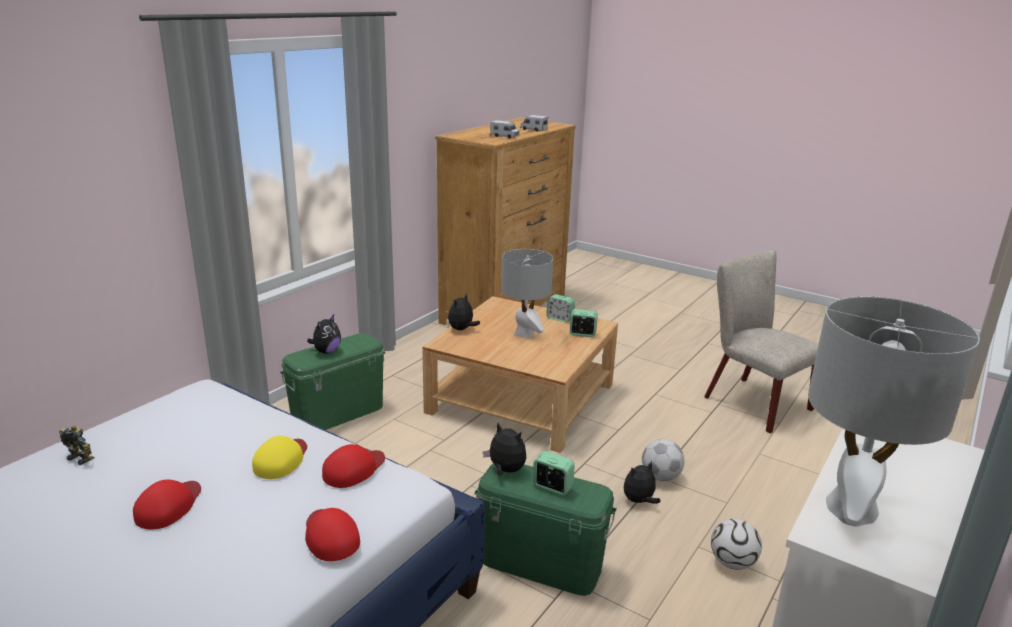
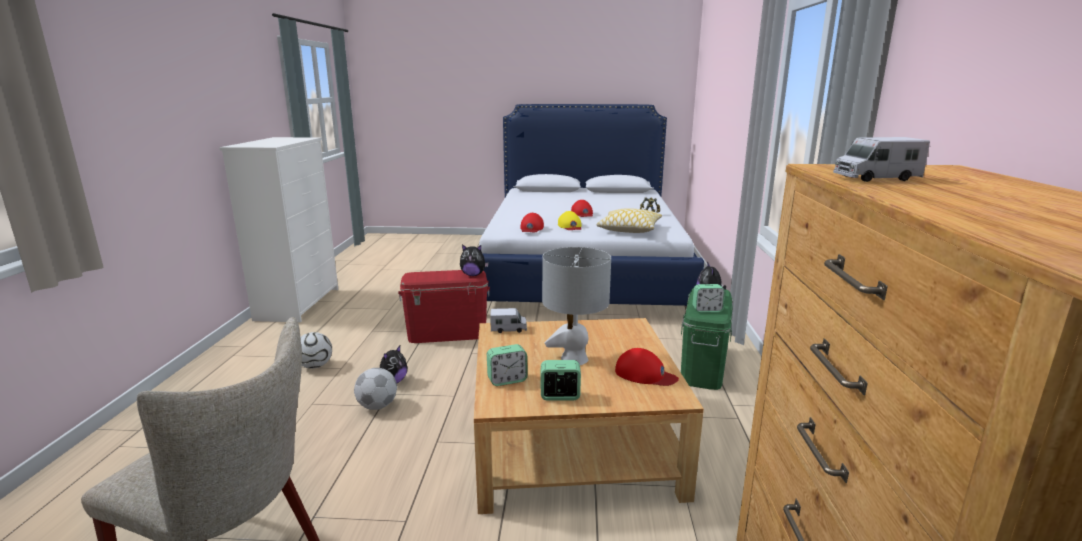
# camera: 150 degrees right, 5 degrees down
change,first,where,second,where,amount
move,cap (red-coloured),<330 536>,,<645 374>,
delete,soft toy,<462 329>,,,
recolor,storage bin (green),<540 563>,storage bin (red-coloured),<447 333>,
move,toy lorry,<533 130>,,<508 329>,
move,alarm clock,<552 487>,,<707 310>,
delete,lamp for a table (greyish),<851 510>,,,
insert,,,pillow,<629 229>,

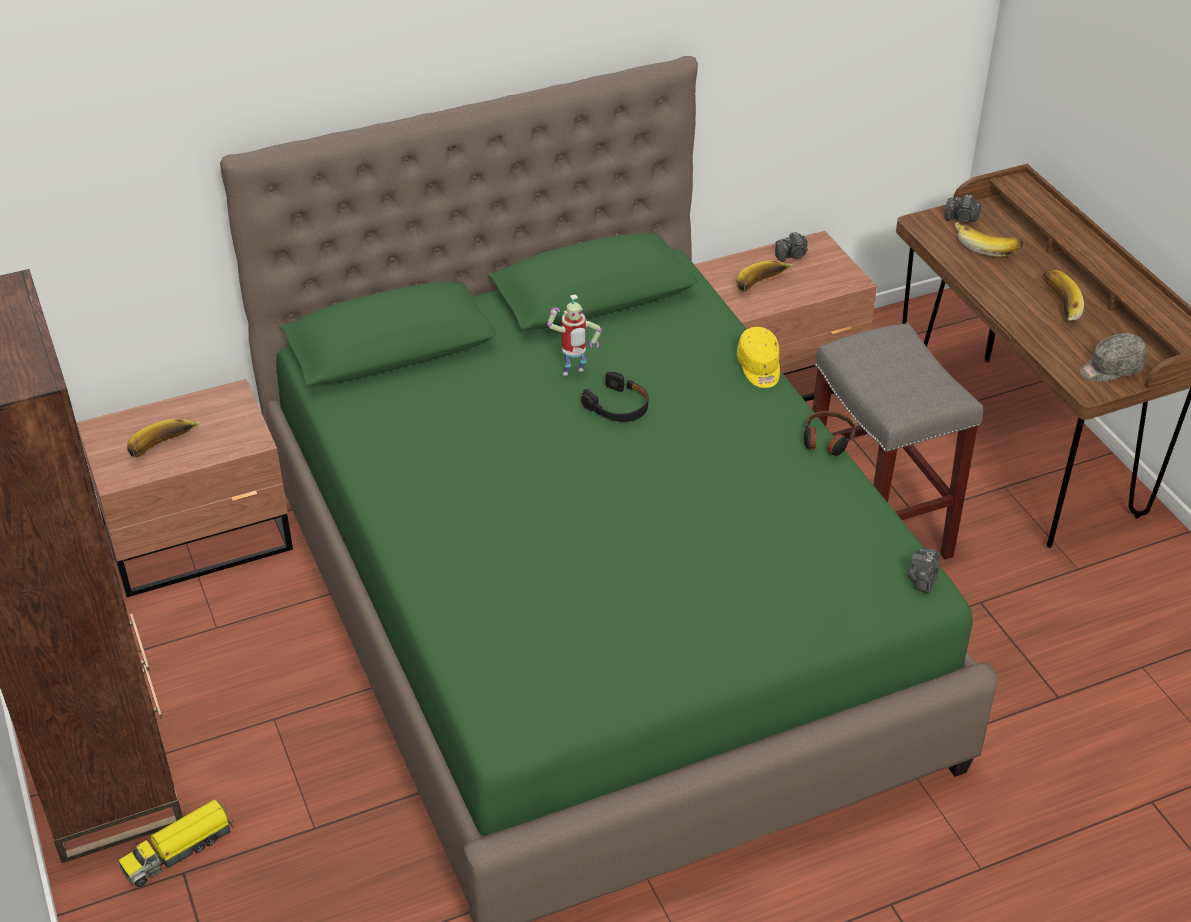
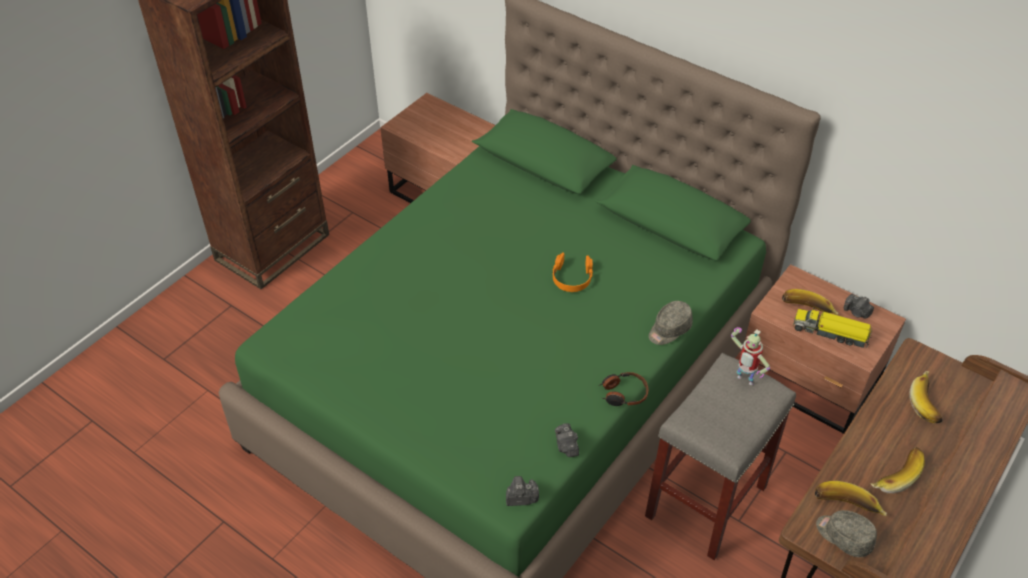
# camera: 60 degrees right, 5 degrees up
change,first,where,second,where,amount
move,toy lorry,<179 850>,,<831 333>,
move,whole banana,<165 447>,,<846 507>,
move,robot figure,<573 374>,,<743 381>,
recolor,pair of headphones (black),<618 406>,pair of headphones (orange-coloured),<572 278>,
recolor,cap (yellow),<759 368>,cap (greyish),<669 330>,
move,still camera,<962 219>,,<566 446>,

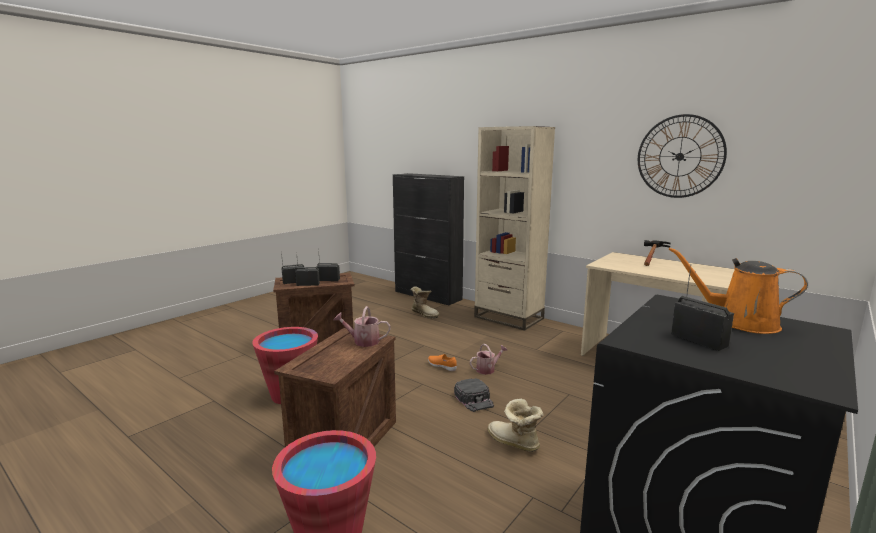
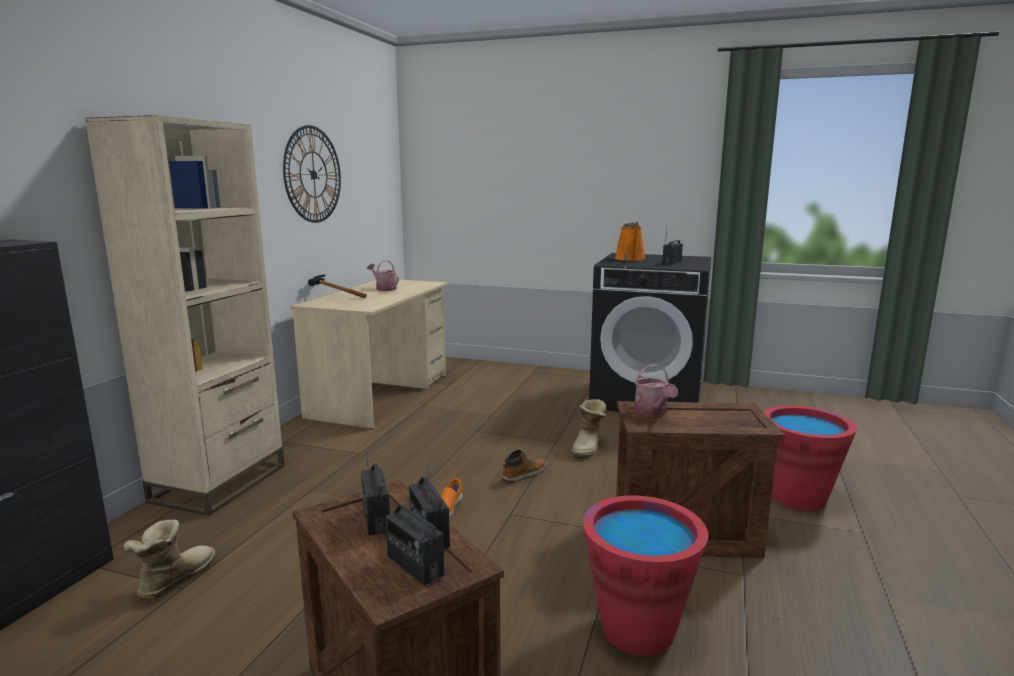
# camera: 110 degrees left, 0 degrees up
change,first,where,second,where,amount
replace,cap (black),<474 399>,tall boot,<524 474>,
move,watering can,<487 369>,,<384 289>,

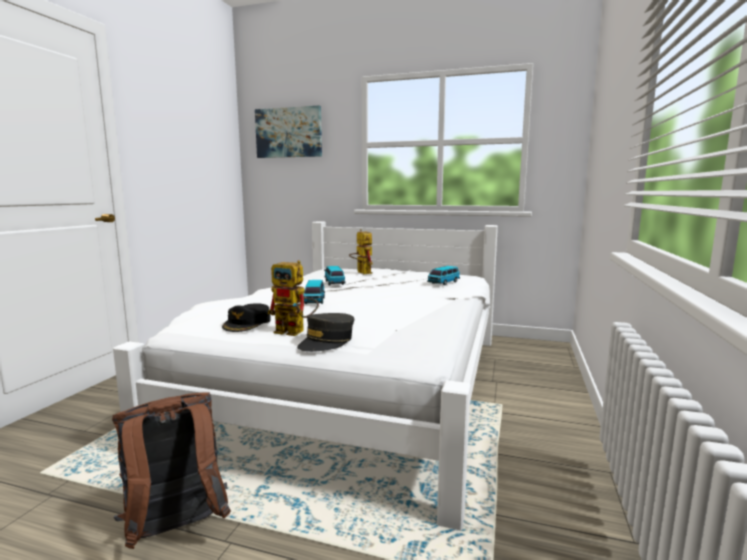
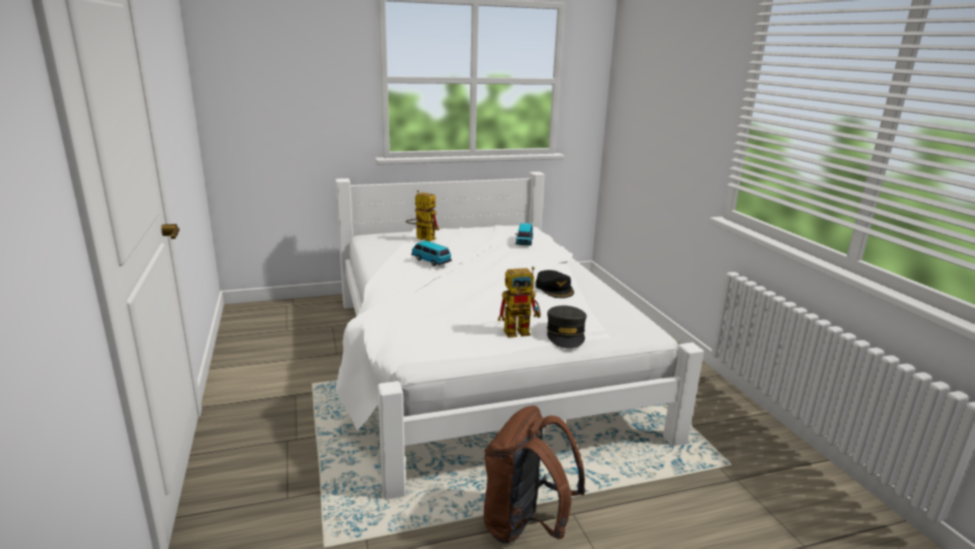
# camera: 35 degrees left, 10 degrees up
change,first,where,second,where,amount
move,cap (black),<247 323>,,<554 288>,
delete,wall picture,<289 132>,,,
delete,miniature car,<314 301>,,,

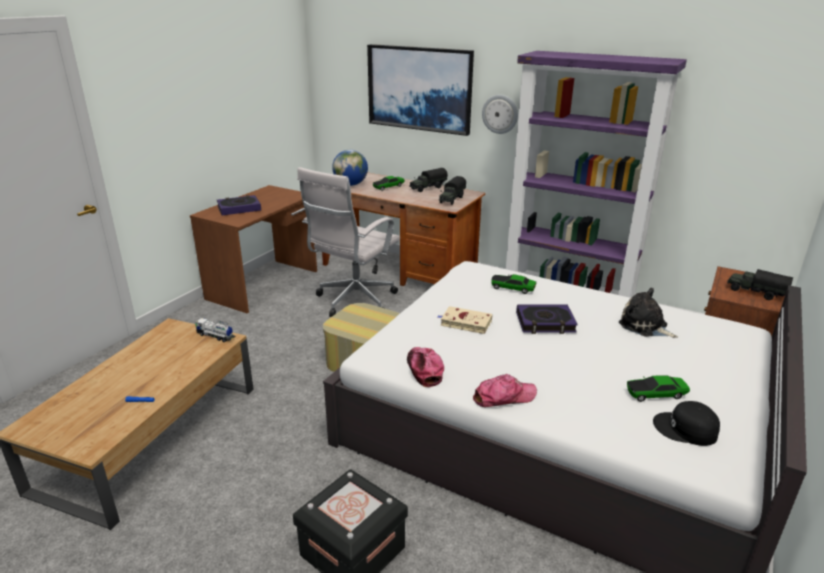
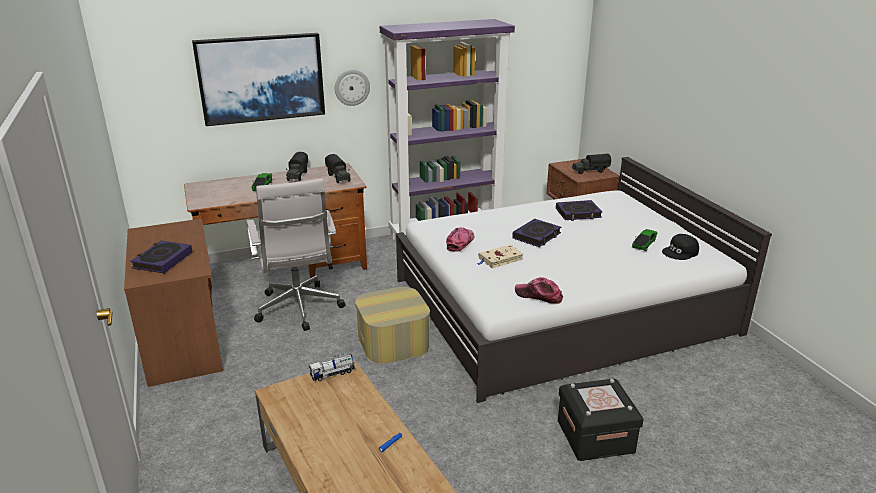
# camera: 50 degrees left, 0 degrees up
change,first,where,second,where,amount
delete,world globe,<350 184>,,,
move,cap,<503 397>,,<460 243>,
delete,miniature car,<512 288>,,,
replace,soft toy,<645 326>,book,<578 213>,

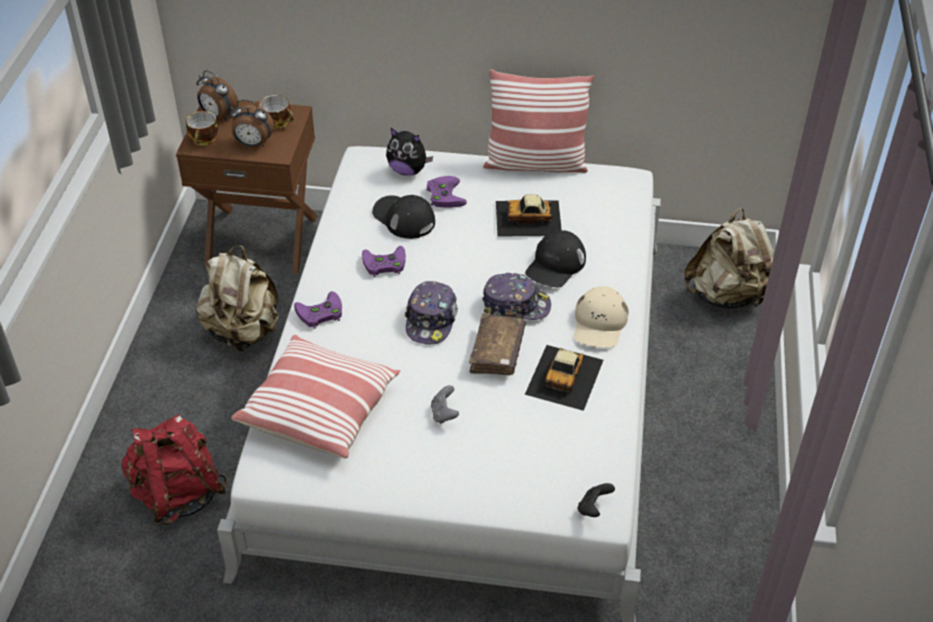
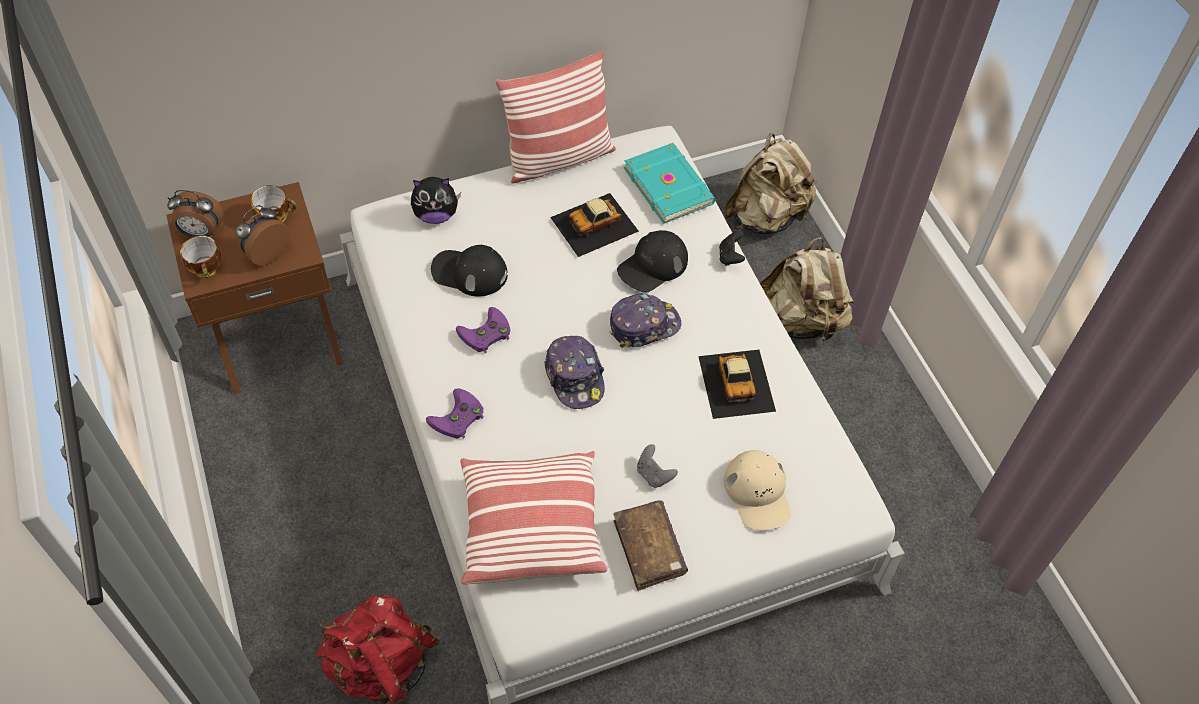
# camera: 30 degrees left, 10 degrees up
change,first,where,second,where,amount
move,rucksack (beige-coloured),<243 332>,,<801 321>,
rotate,alarm clock,<253 144>,,<266 253>,150 degrees clockwise
delete,gamepad (purplish),<443 194>,,,
move,book (brownish),<497 352>,,<649 549>,
rotate,cap (black),<555 265>,,<653 265>,45 degrees clockwise
move,cap (beige-coloured),<599 323>,,<758 493>,
move,gamepad (black),<593 508>,,<730 257>,
insert,,,book (turquoise-coloured),<669 185>,

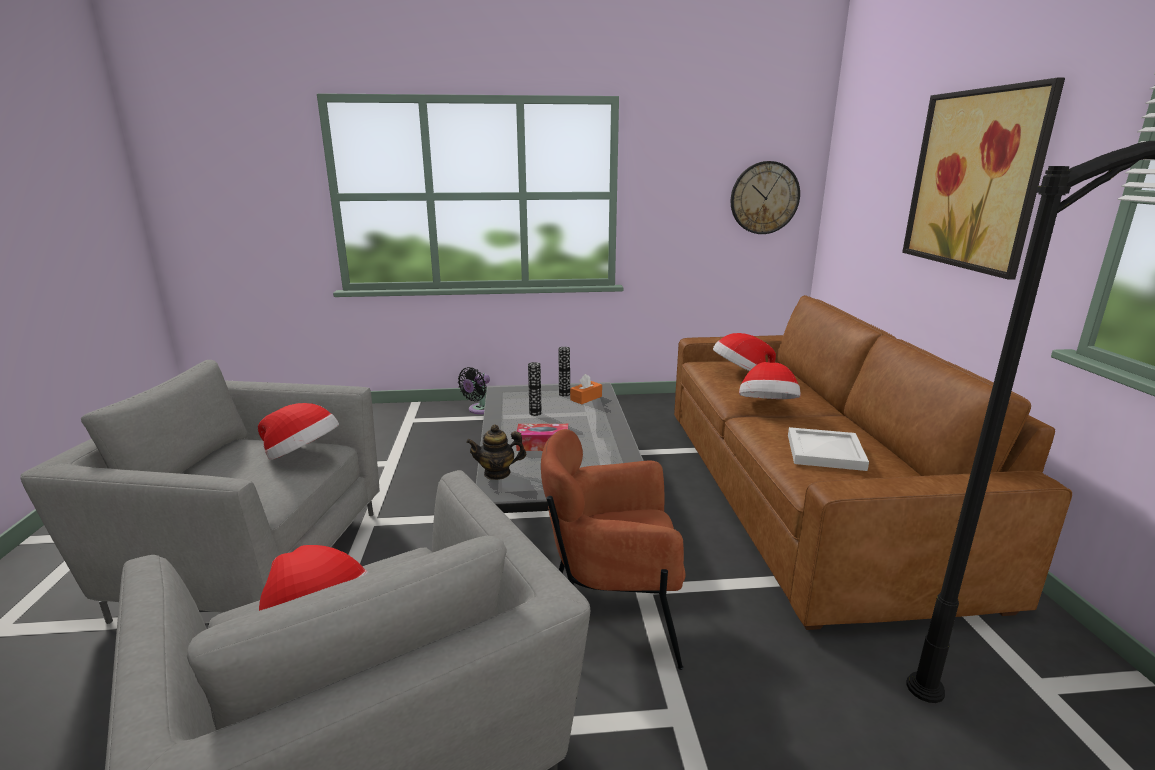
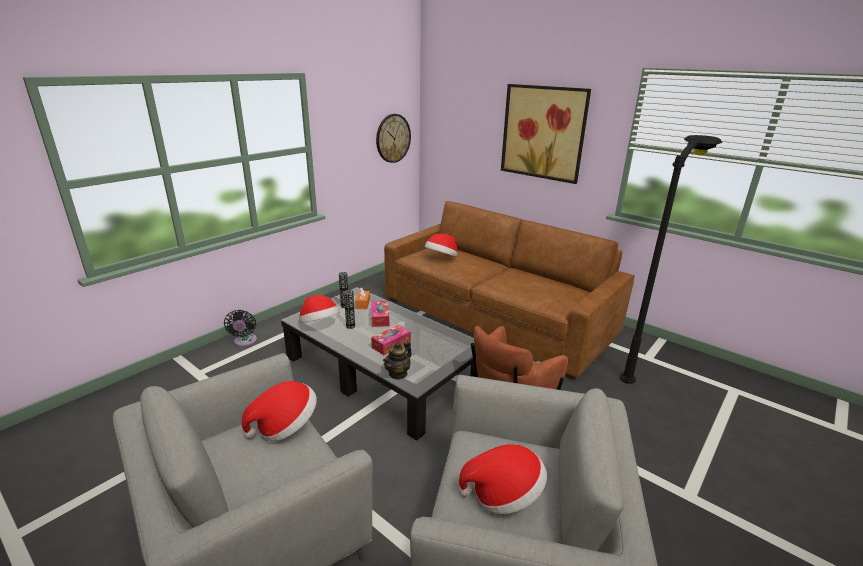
# camera: 45 degrees left, 5 degrees up
change,first,where,second,where,amount
move,hat,<767 407>,,<320 324>,
delete,serving tray (white-coloured),<826 451>,,,
insert,,,box of tissues,<380 318>,

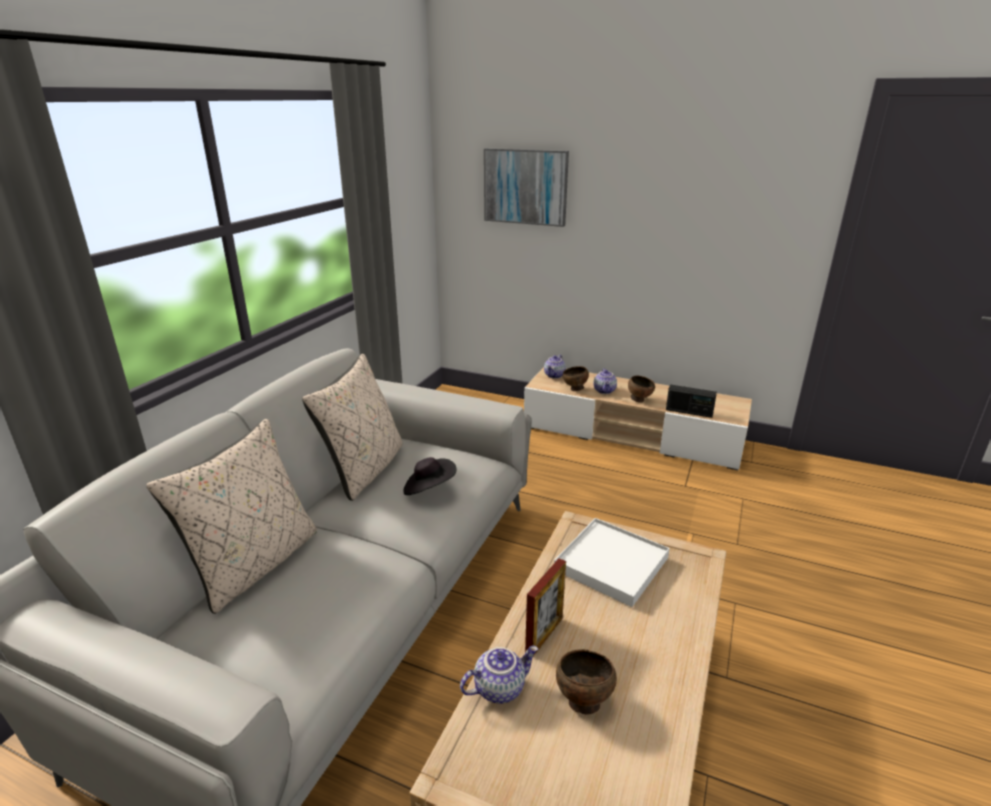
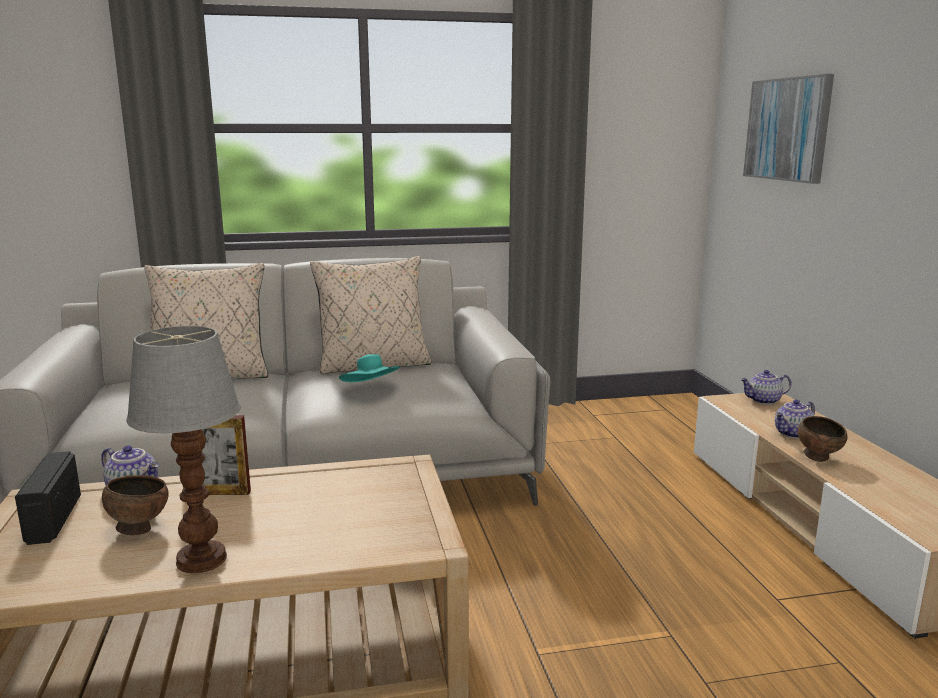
# camera: 55 degrees right, 10 degrees down
change,first,where,second,where,amount
recolor,hat (black),<429 489>,hat (turquoise-coloured),<371 389>,
delete,serving tray (white-coloured),<611 564>,,,
delete,bowl (brownish),<575 389>,,,
move,radio set,<689 412>,,<53 519>,
insert,,,lamp for a table,<199 559>,

